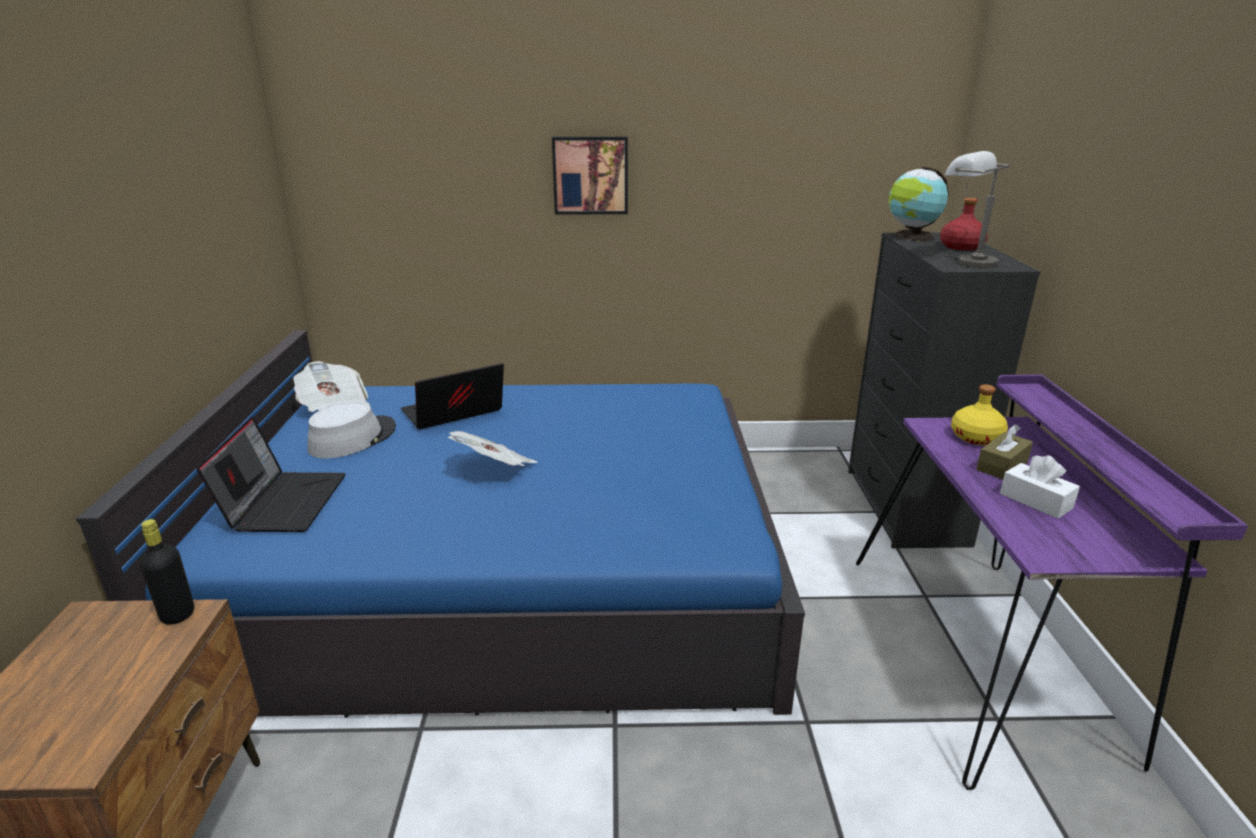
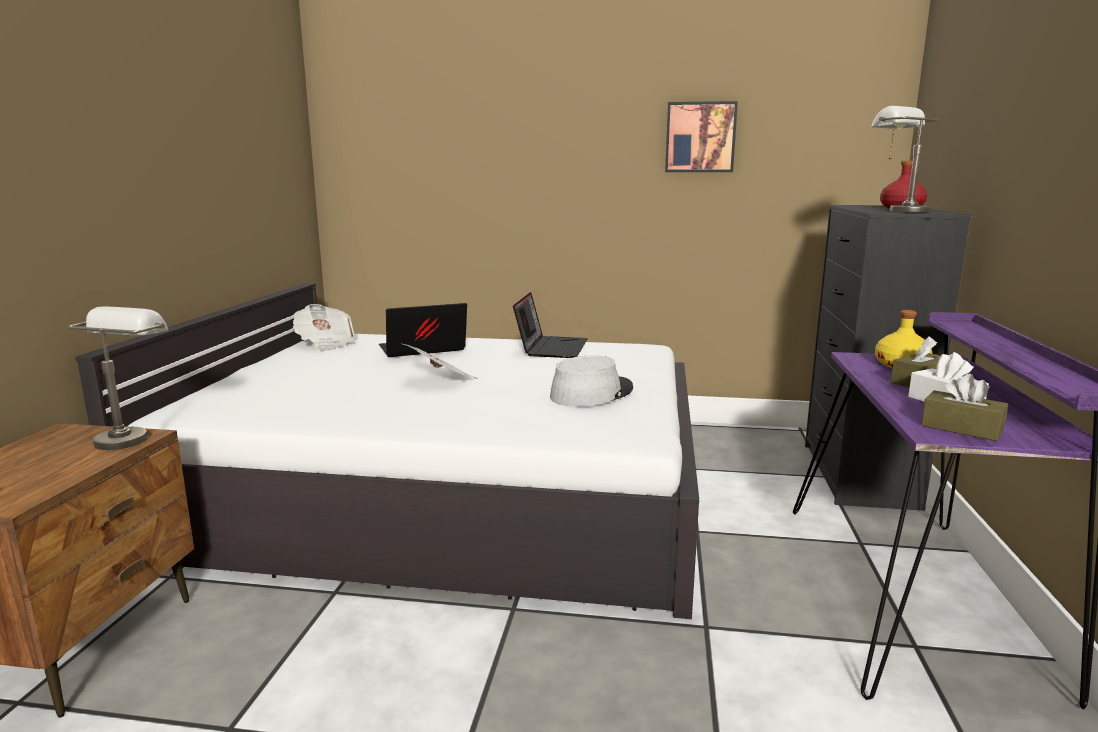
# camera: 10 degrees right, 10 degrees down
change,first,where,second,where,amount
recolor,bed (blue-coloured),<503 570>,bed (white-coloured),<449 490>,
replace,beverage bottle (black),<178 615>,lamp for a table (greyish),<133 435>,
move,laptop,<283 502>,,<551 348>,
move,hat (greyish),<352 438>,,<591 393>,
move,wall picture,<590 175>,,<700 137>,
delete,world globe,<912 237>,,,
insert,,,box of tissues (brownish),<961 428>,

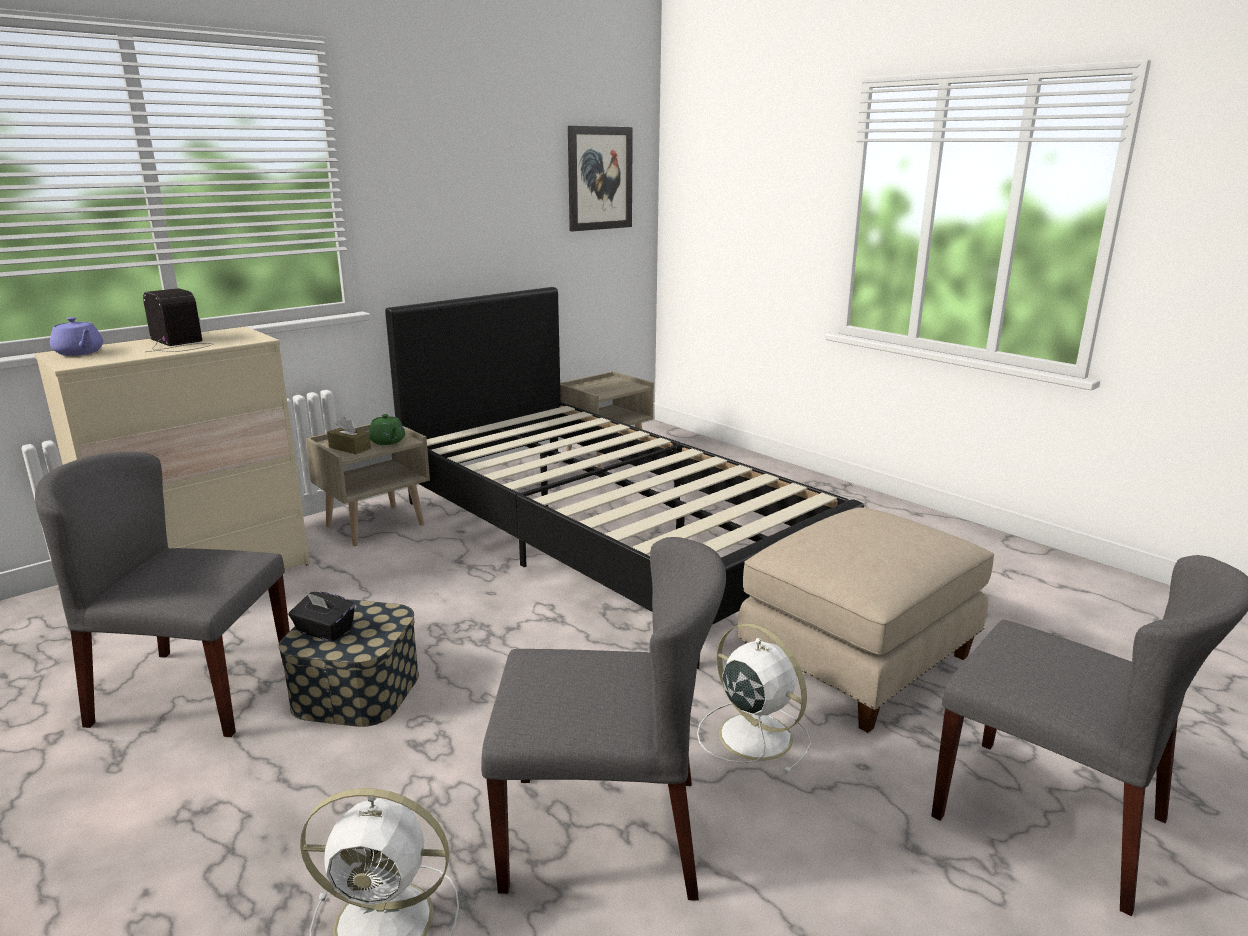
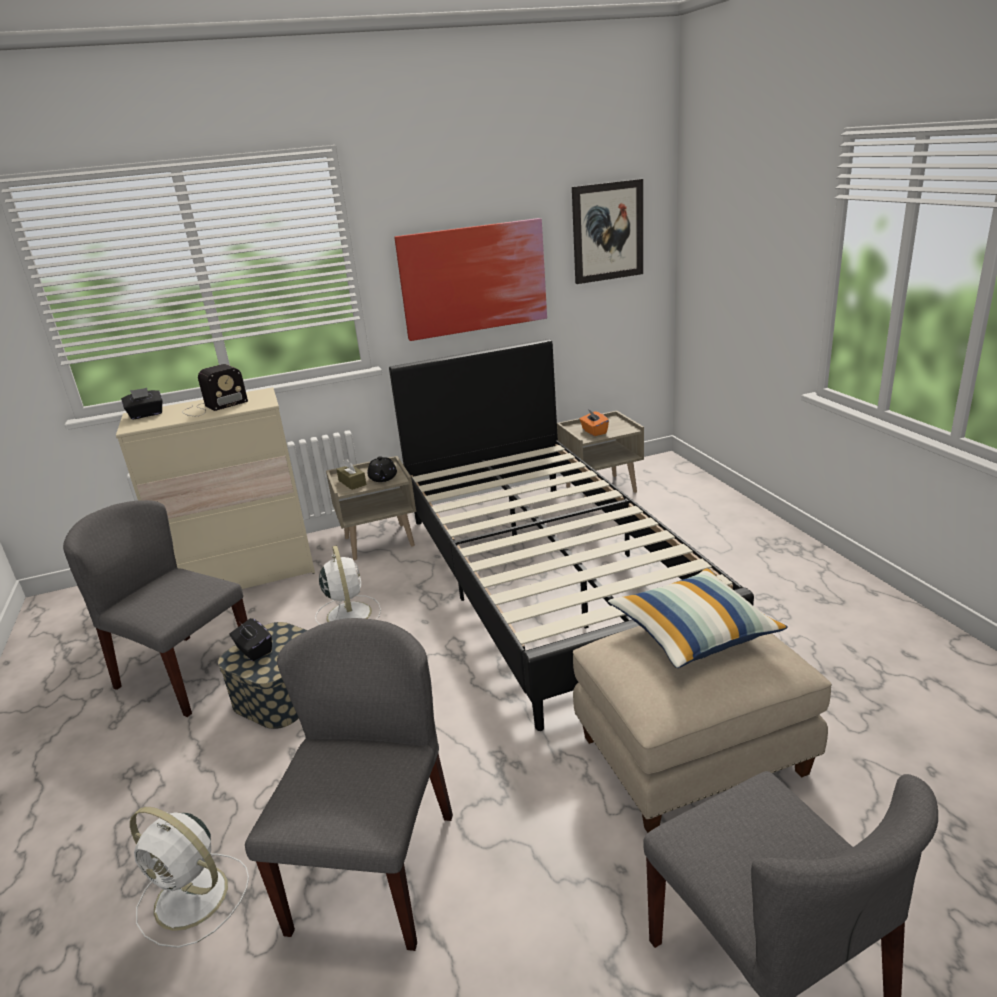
# camera: 25 degrees right, 5 degrees up
change,first,where,second,where,amount
replace,tea pot (purplish),<79 353>,box of tissues (black),<146 415>,
rotate,radio set,<179 343>,,<212 407>,75 degrees clockwise
recolor,tea pot (green),<387 441>,tea pot (black),<383 478>,
rotate,upright chair (greyish),<604 832>,,<373 869>,105 degrees counterclockwise
move,fan (white-coloured),<752 734>,,<348 613>,
insert,,,wall picture,<473 279>,
insert,,,box of tissues (orange-coloured),<594 432>,
insert,,,pillow,<693 633>,

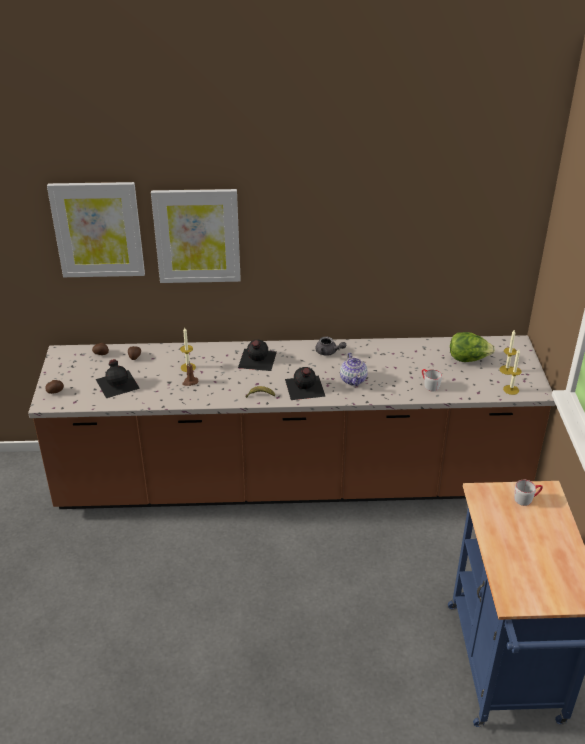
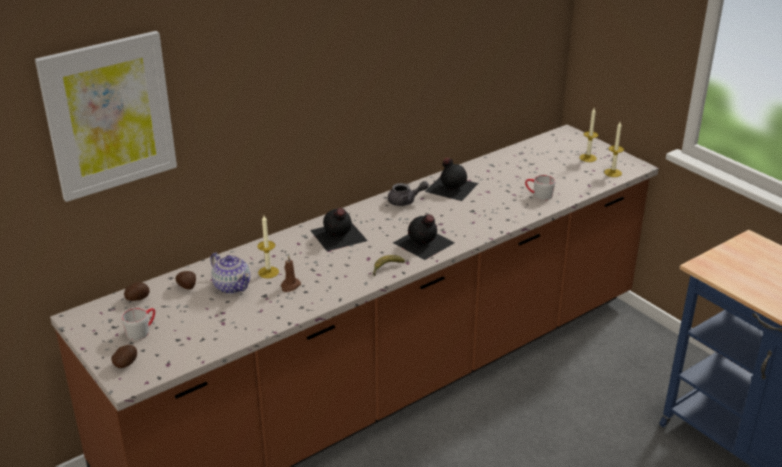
# camera: 35 degrees left, 5 degrees down
change,first,where,second,where,amount
move,beverage bottle (black),<118 383>,,<451 187>,
delete,wall picture,<197 236>,,,
move,tea pot,<353 379>,,<232 286>,
delete,lettuce,<468 359>,,,
move,coffee mug (greyish),<527 498>,,<142 331>,

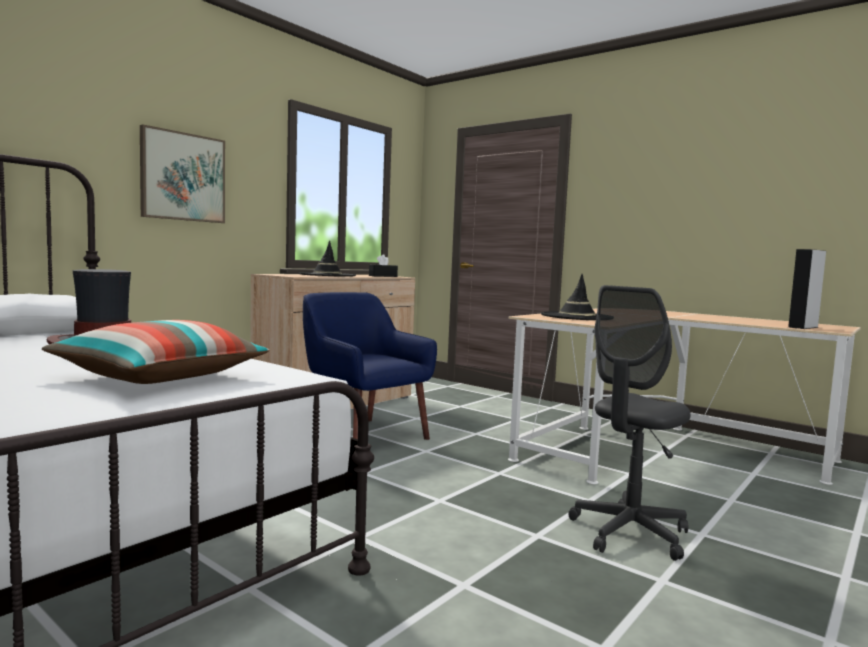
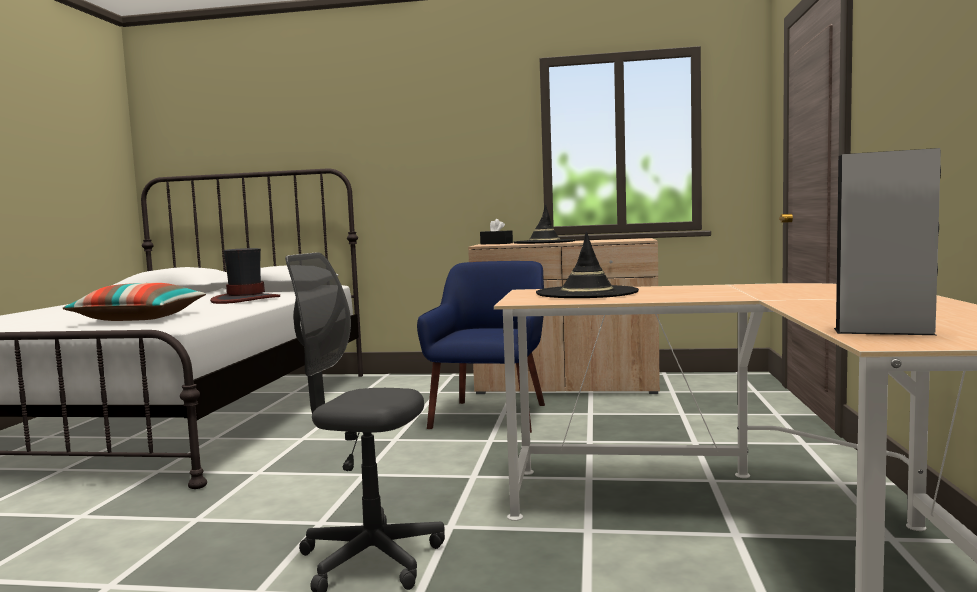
# camera: 60 degrees right, 0 degrees up
change,first,where,second,where,amount
delete,wall picture,<183 177>,,,
move,box of tissues (black),<383 276>,,<496 243>,

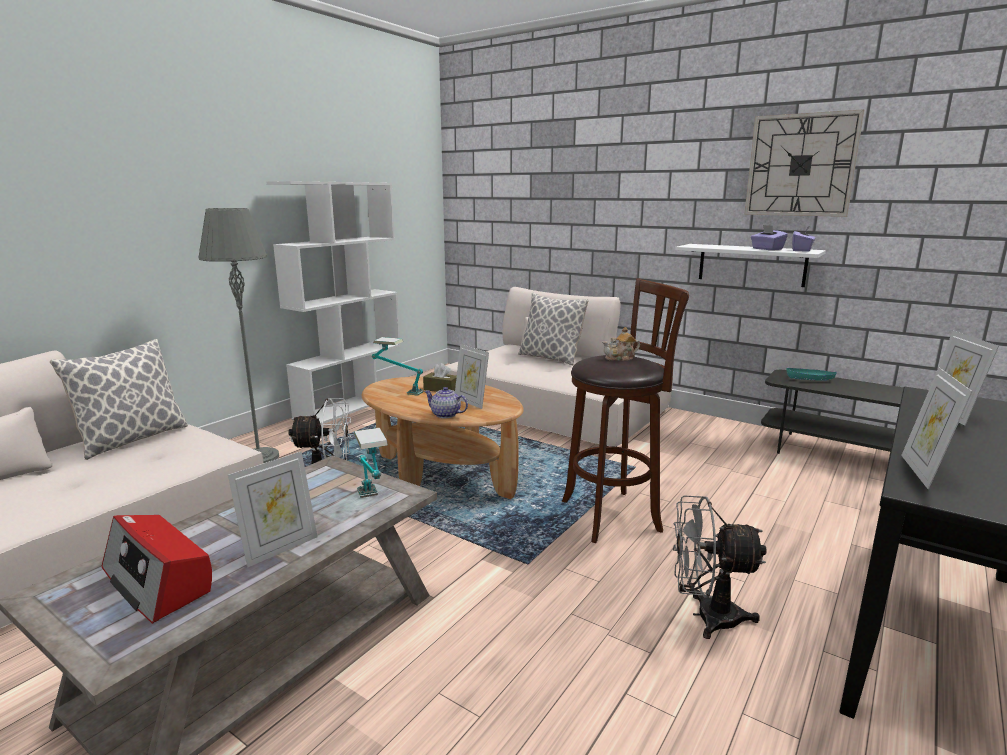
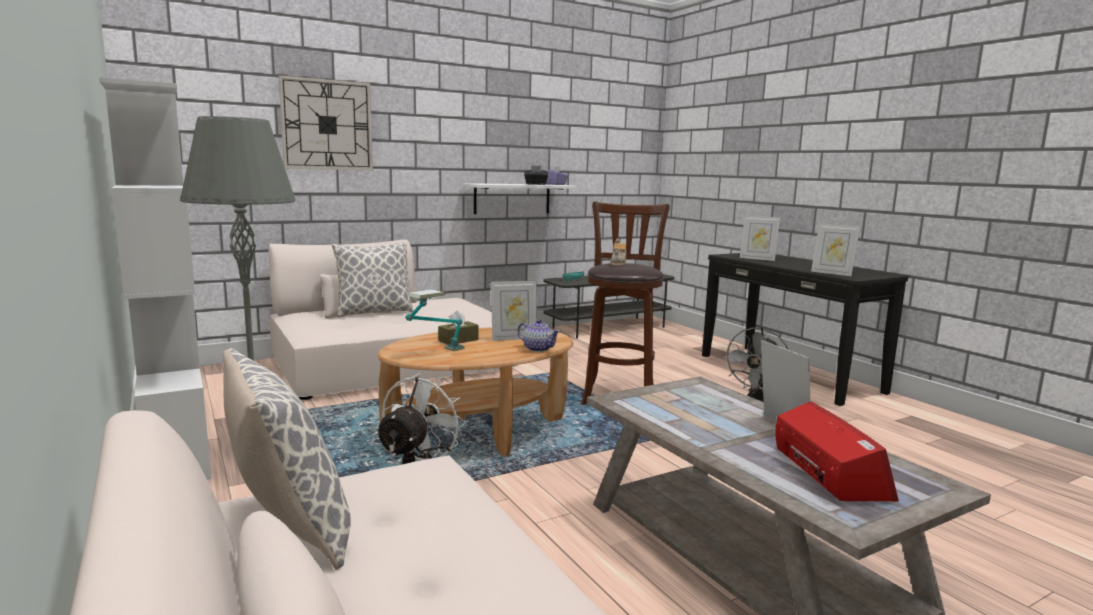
# camera: 65 degrees left, 5 degrees down
change,first,where,second,where,amount
rotate,radio set,<158 580>,,<828 472>,75 degrees counterclockwise
delete,lamp for a table,<373 505>,,,
rotate,tea pot,<446 415>,,<538 349>,105 degrees counterclockwise
move,hanging clock,<801 165>,,<327 125>,
recolor,box of tissues (purplish),<767 249>,box of tissues (black),<536 184>,

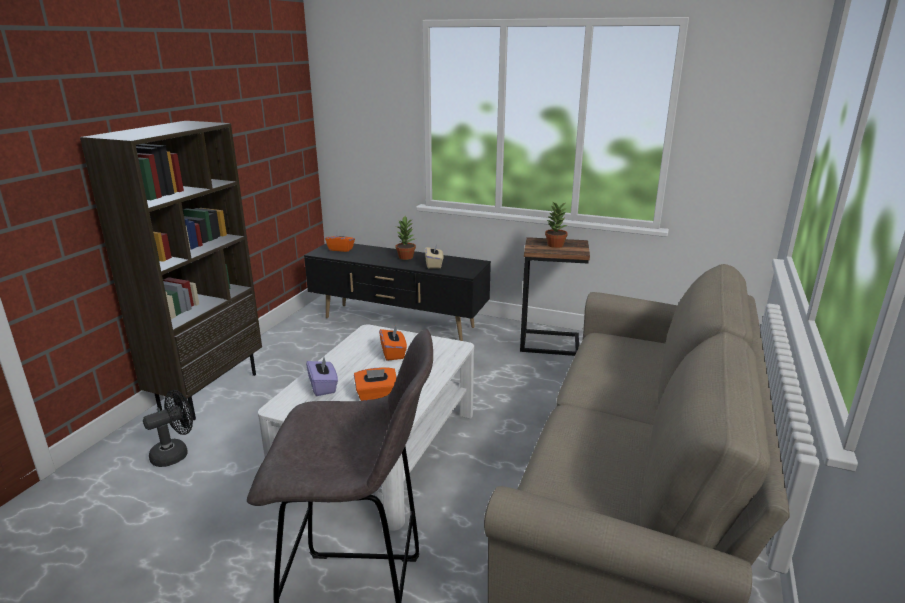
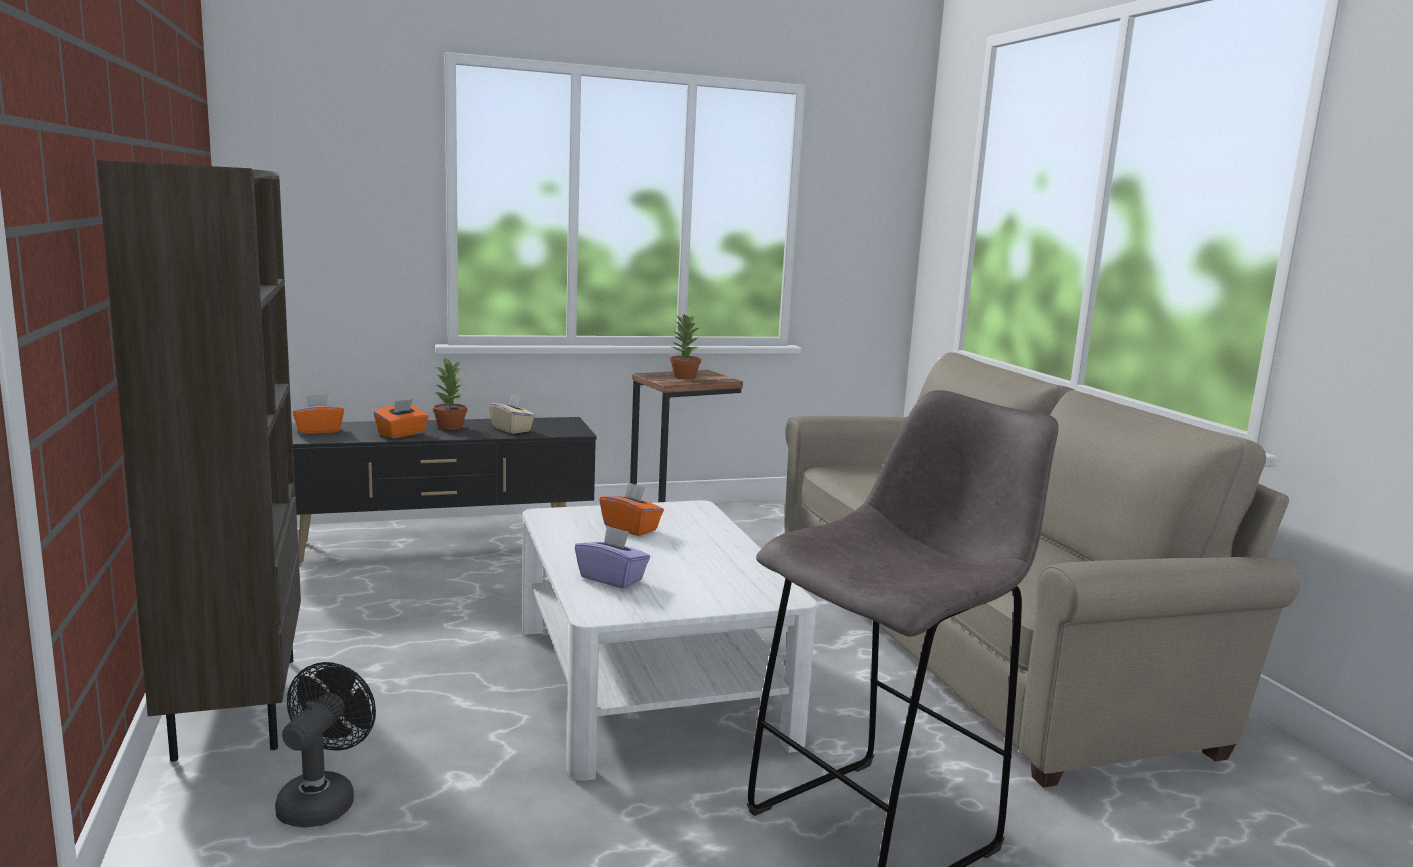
# camera: 40 degrees left, 10 degrees down
change,first,where,second,where,amount
move,box of tissues (orange-coloured),<376 395>,,<402 434>,

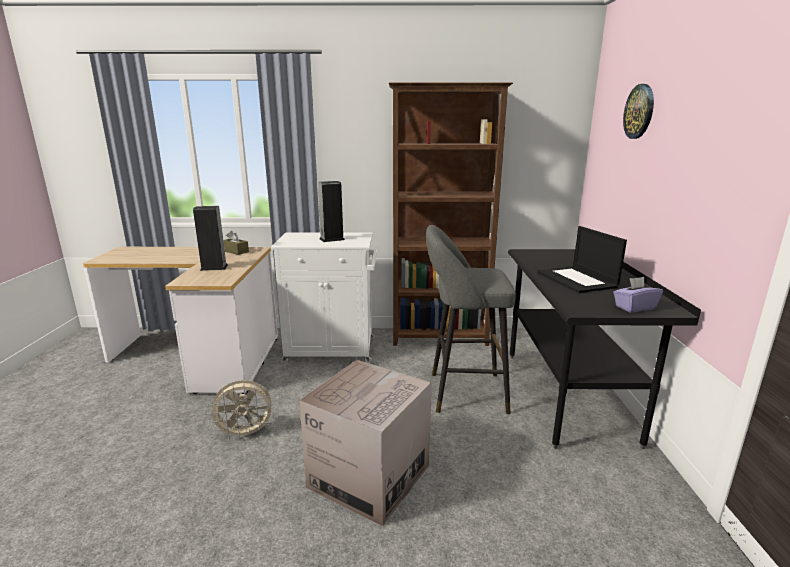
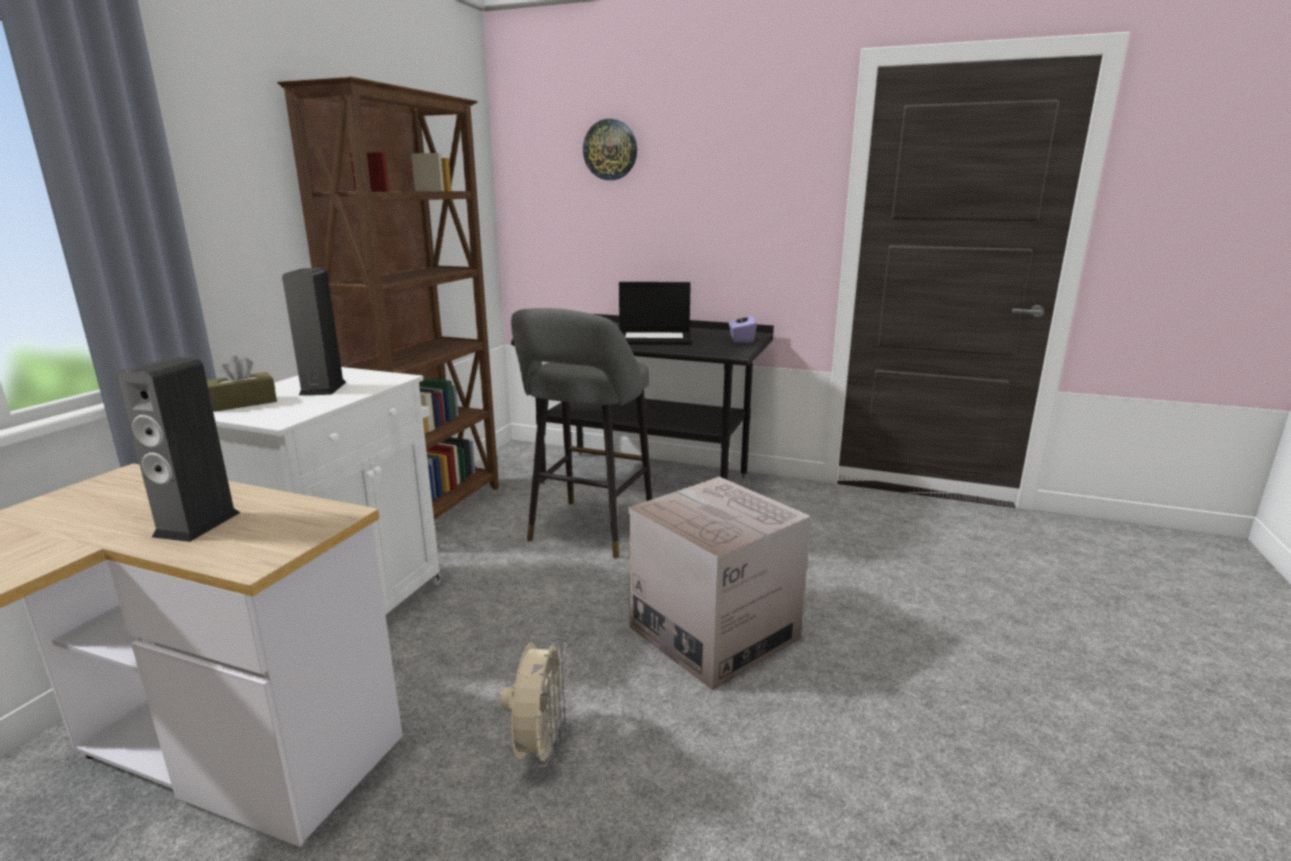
# camera: 70 degrees left, 0 degrees up
change,first,where,second,where,amount
move,box of tissues (brownish),<235 251>,,<243 403>,

